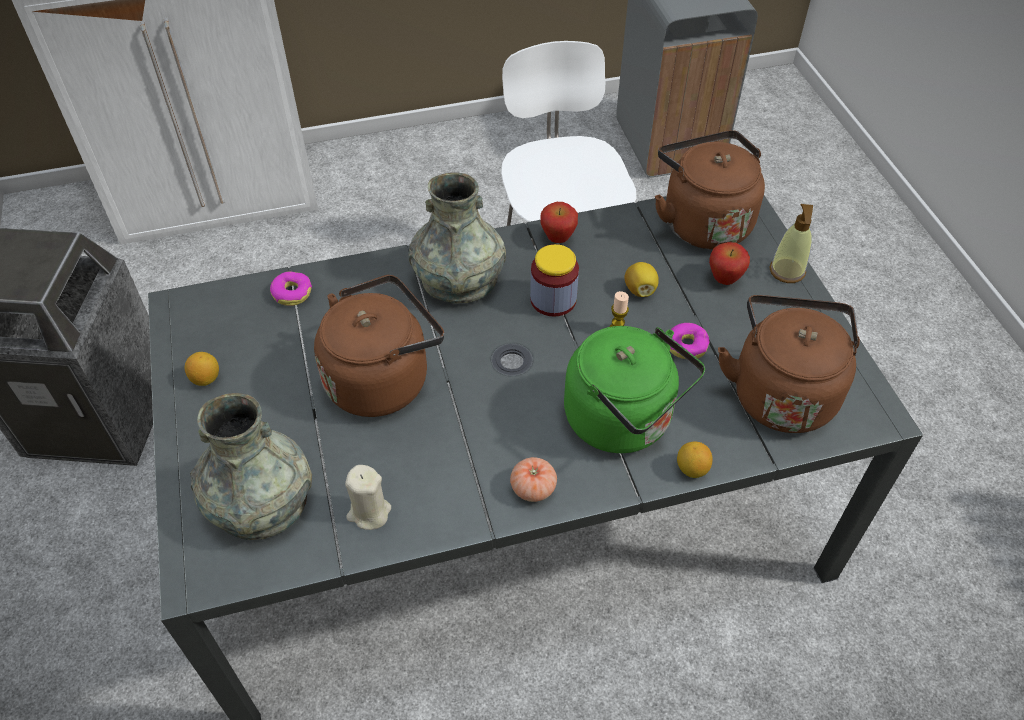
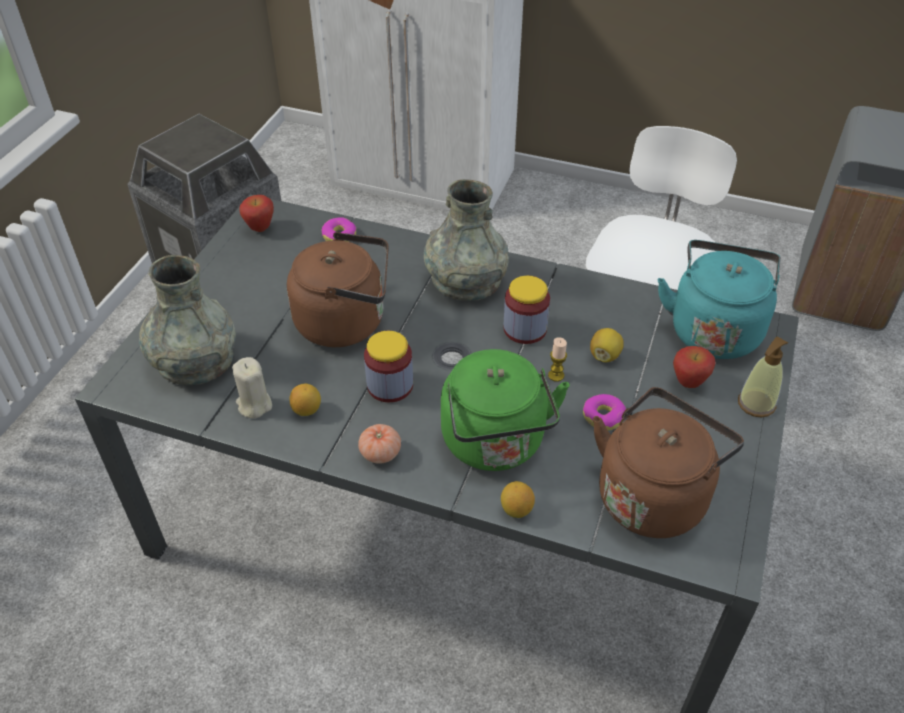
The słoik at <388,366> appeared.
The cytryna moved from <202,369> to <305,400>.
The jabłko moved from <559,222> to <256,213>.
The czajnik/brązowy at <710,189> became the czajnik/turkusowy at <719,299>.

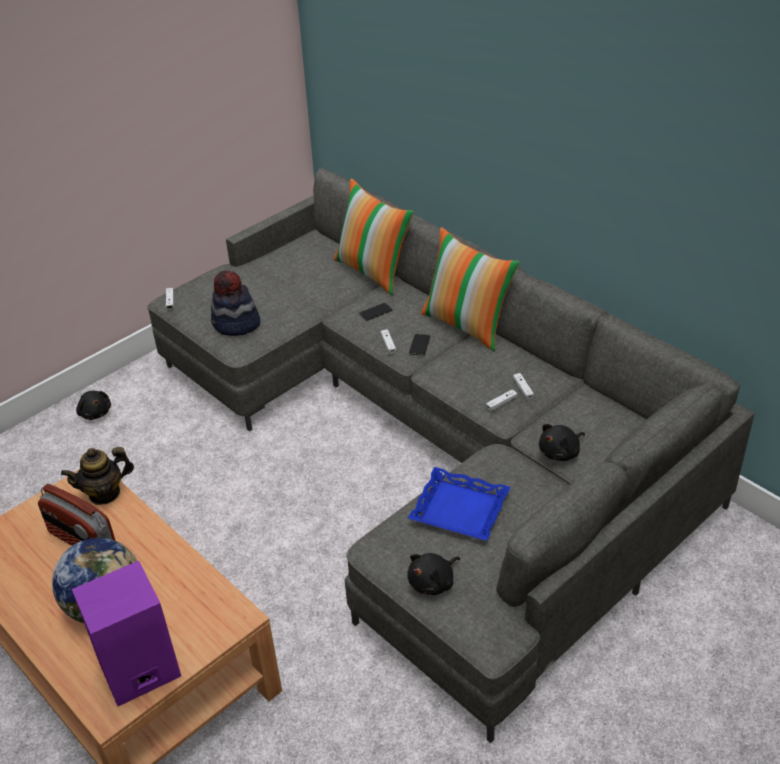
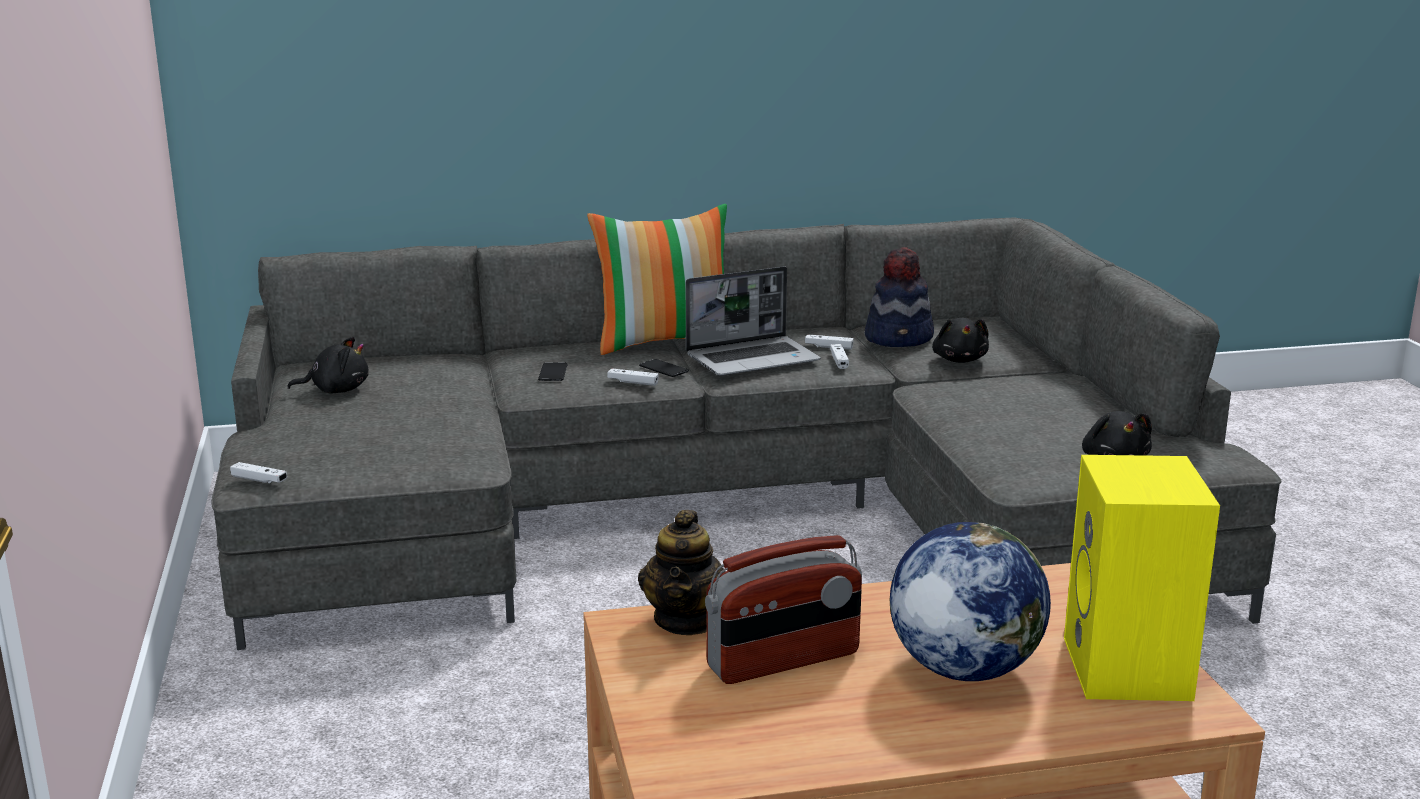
The poduszka at <374,236> disappeared.
The taca/niebieski at <458,504> disappeared.
The laptop at <753,321> appeared.
The pluszak/czarny moved from <93,405> to <328,365>.
The kapelusz moved from <235,303> to <899,297>.
The głośnik/fioletowy at <126,634> became the głośnik/żółty at <1142,578>.

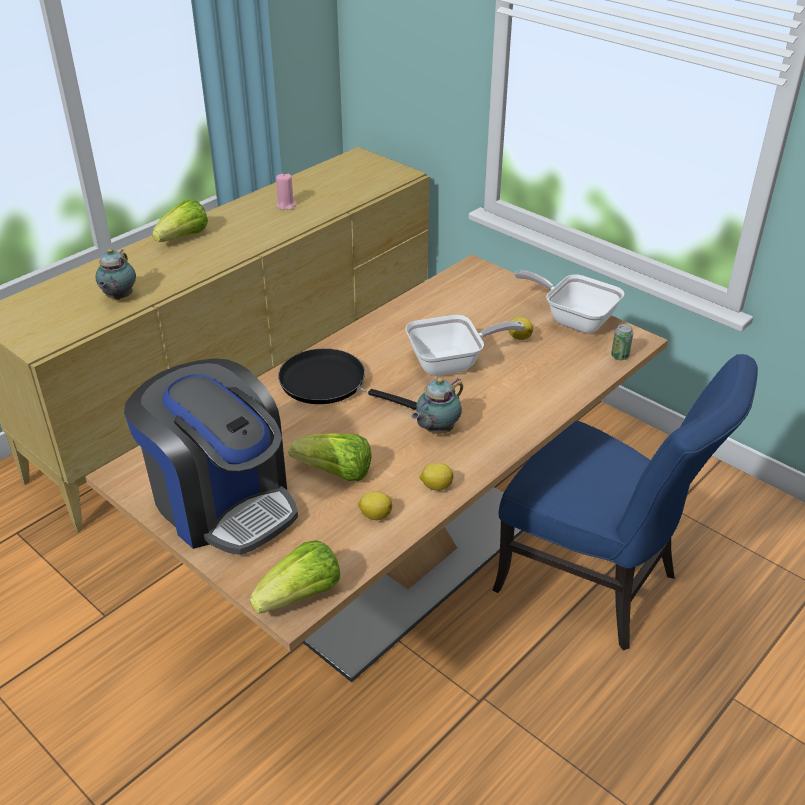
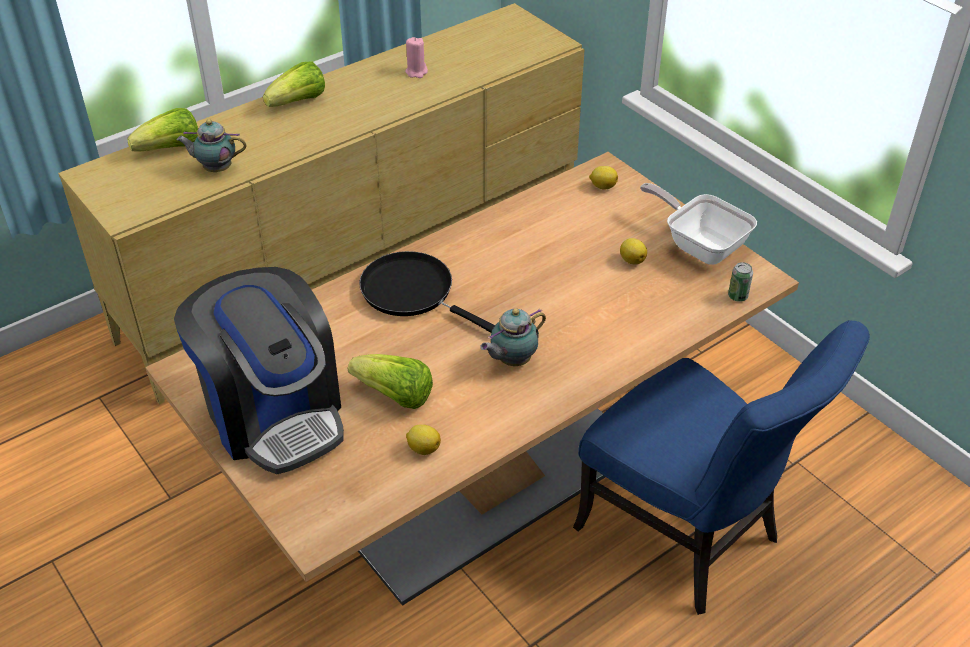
The patelnia at <465,345> disappeared.
The sałata moved from <295,577> to <162,130>.
The cytryna moved from <436,477> to <603,178>.
The imbryk at <115,274> turned 75 degrees clockwise.

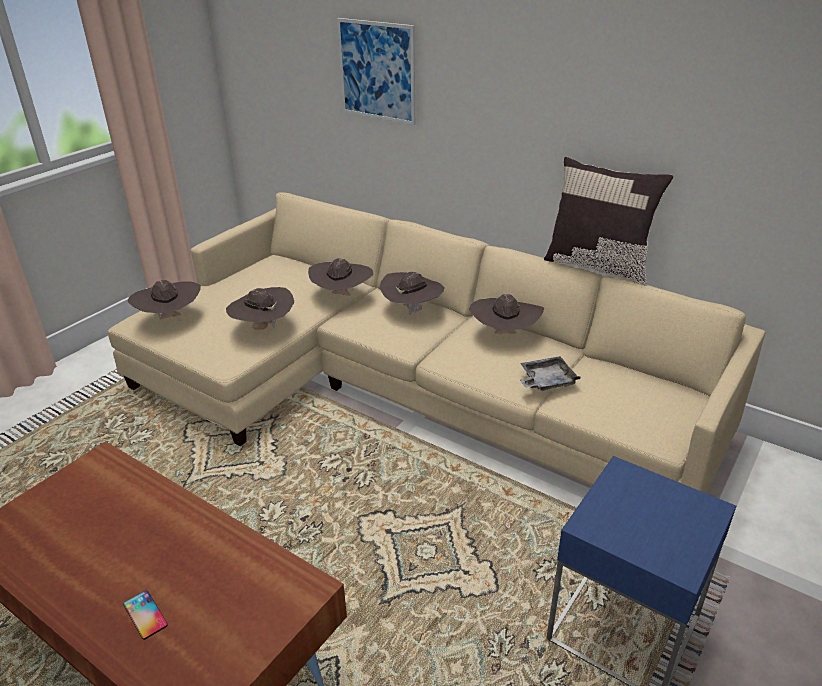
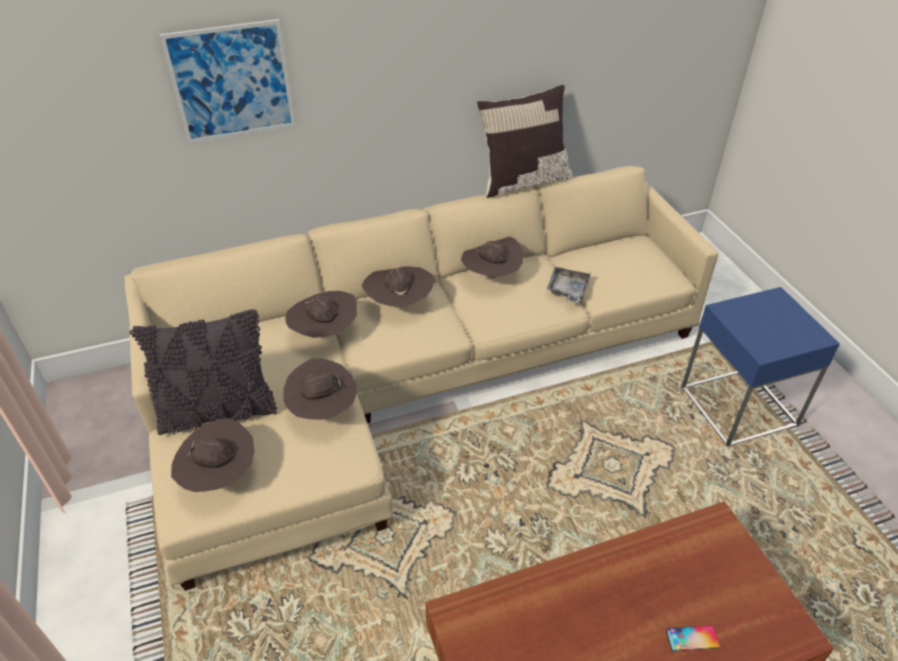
The poduszka/czarny at <203,372> appeared.

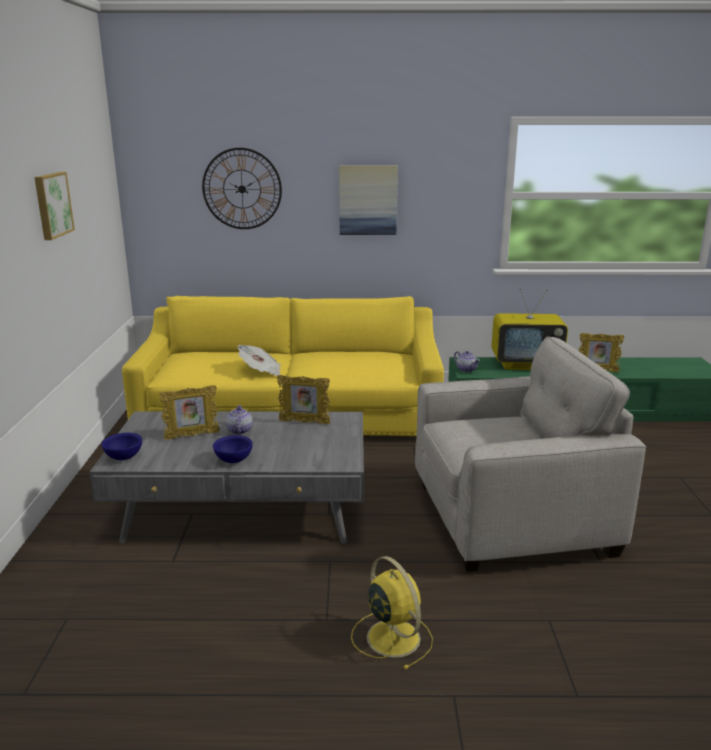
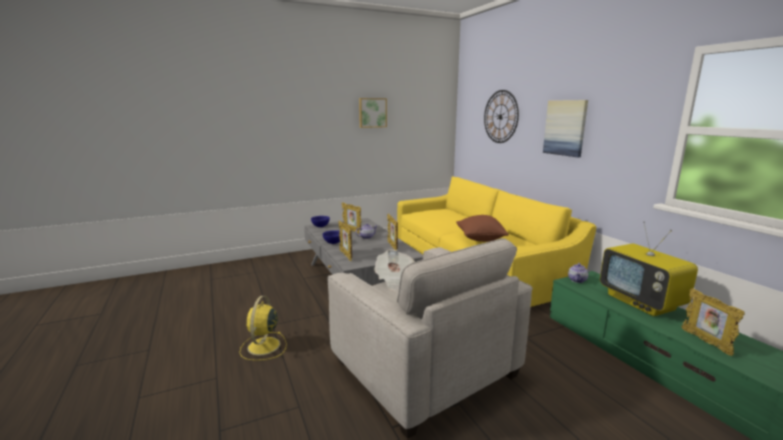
The ramka na zdjęcie at <345,240> appeared.
The poduszka/brązowy at <482,228> appeared.
The gazeta moved from <259,360> to <394,270>.
The wentylator/żółty at <392,612> turned 150 degrees clockwise.

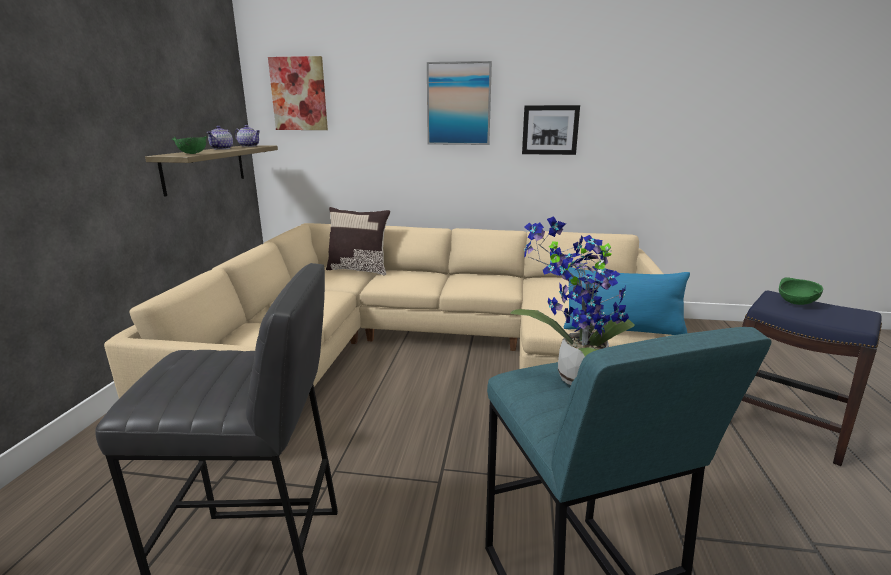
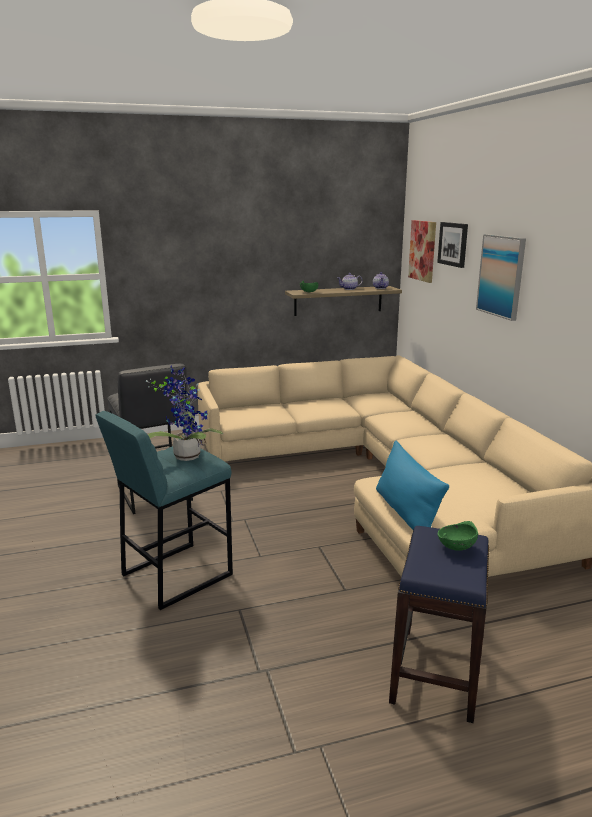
The poduszka at <358,241> disappeared.
The obraz moved from <551,130> to <452,245>.

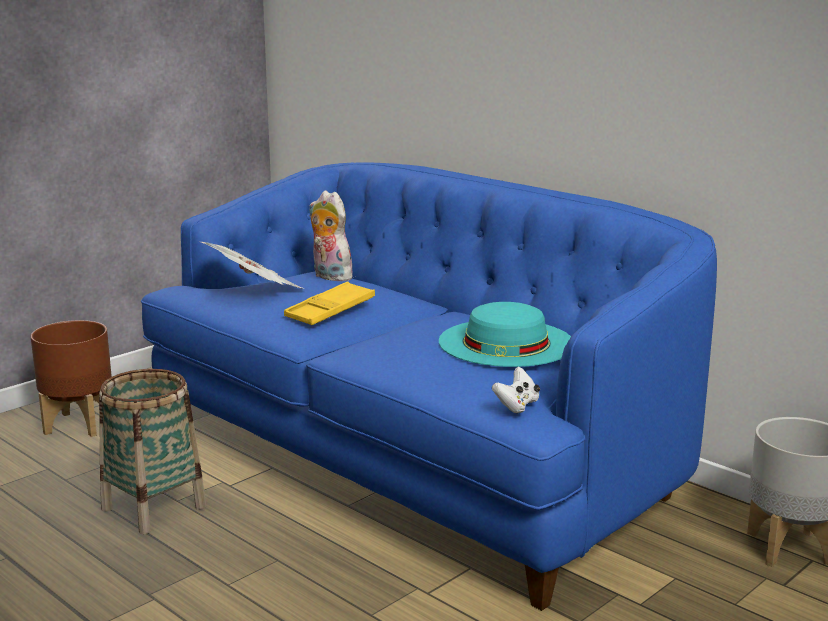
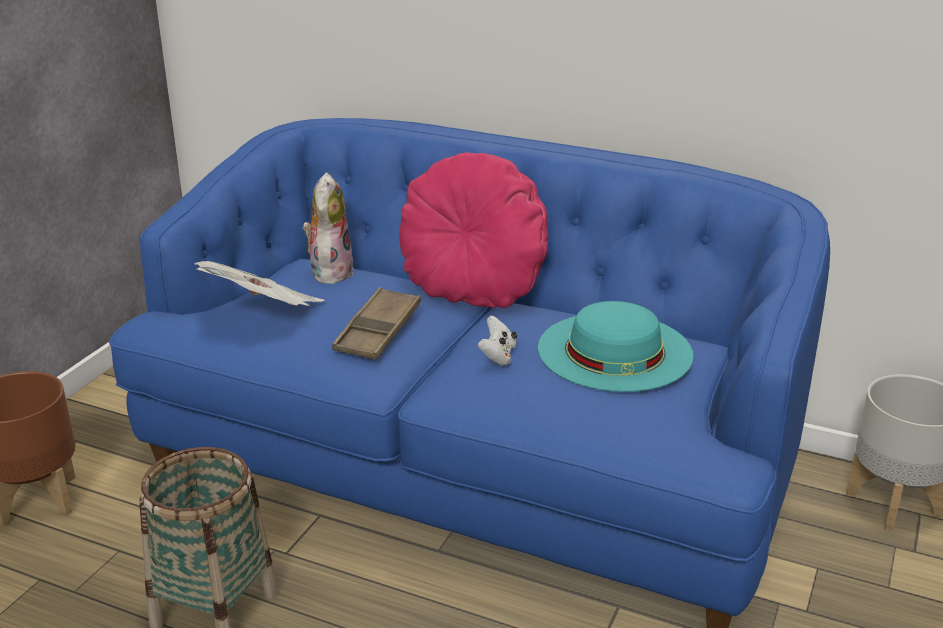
The poduszka/różowy at <473,230> appeared.
The pad do gier/biały moved from <516,390> to <497,341>.
The taca/żółty at <329,303> became the taca/brązowy at <376,323>.
The pluszak at <331,236> turned 75 degrees clockwise.

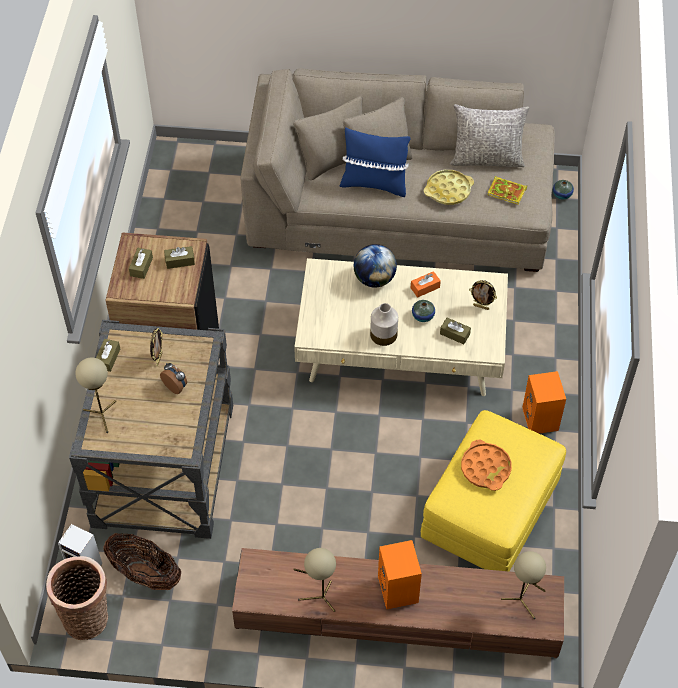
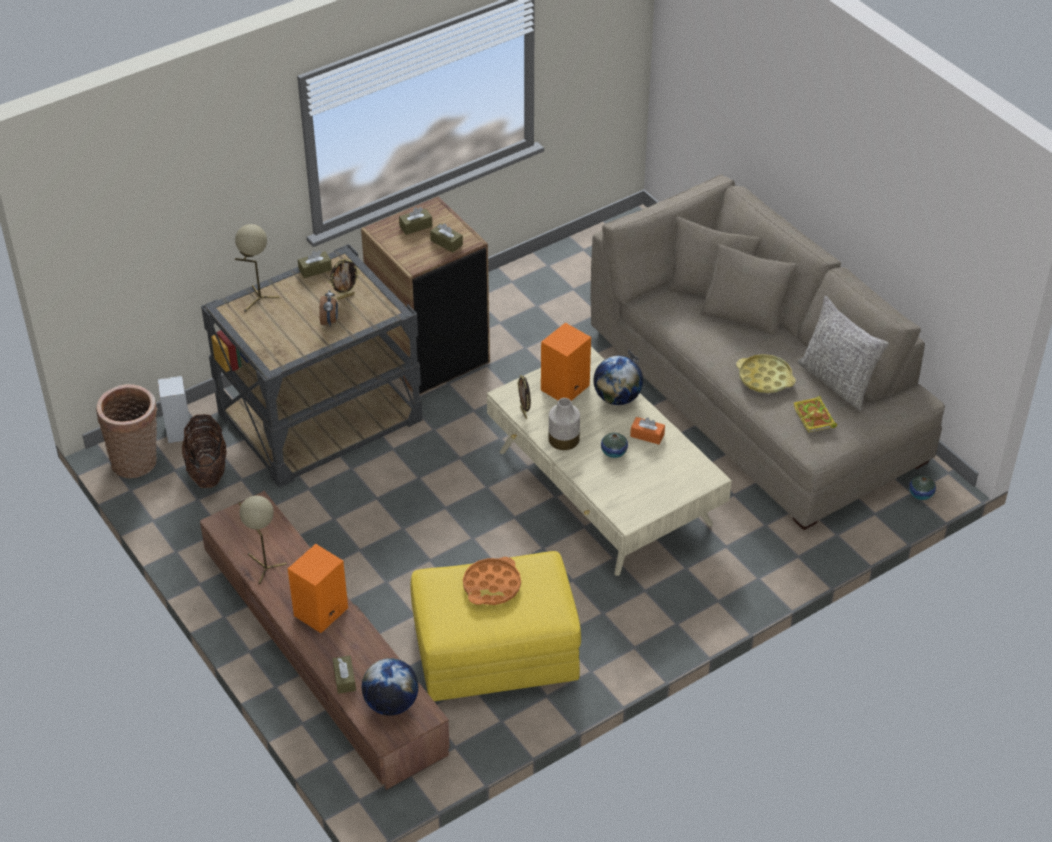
The poduszka/niebieski at <375,162> disappeared.
The pudełko chusteczek/brązowy moved from <455,331> to <344,675>.
The ramka na zdjęcie moved from <483,295> to <524,397>.
The głośnik/pomarańczowy moved from <544,402> to <566,362>.
The lampa stołowa/beżowy at <523,585> was replaced by the globus at <390,687>.

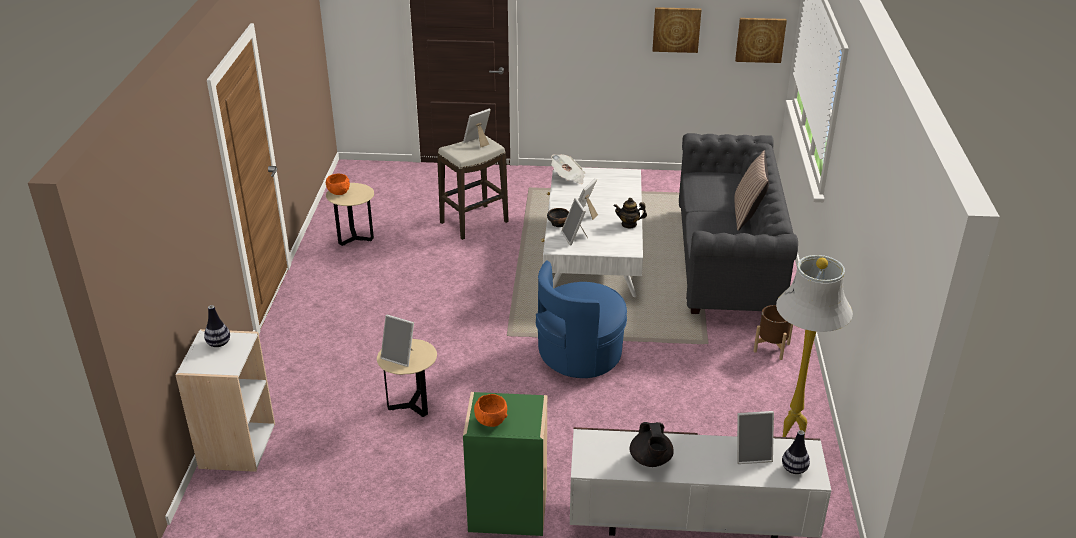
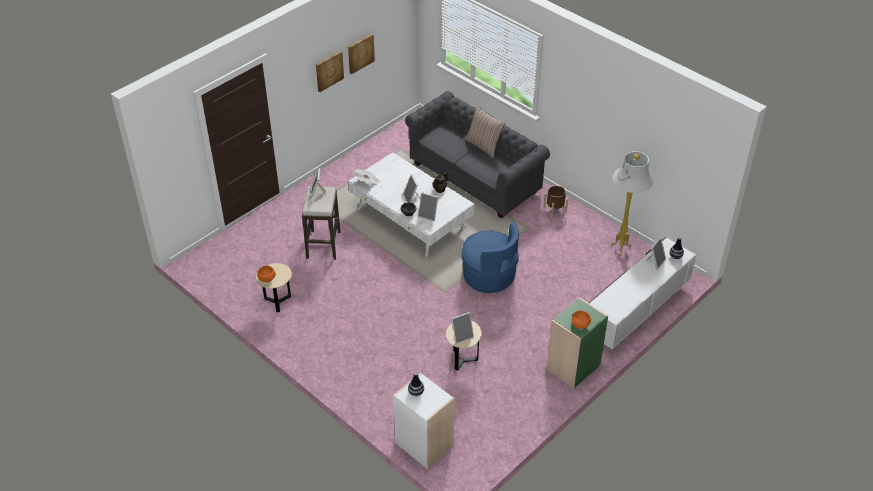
The imbryk/czarny at <652,444> disappeared.
The obraz moved from <761,40> to <330,71>.
The fotel/niebieski at <581,319> turned 60 degrees counterclockwise.

